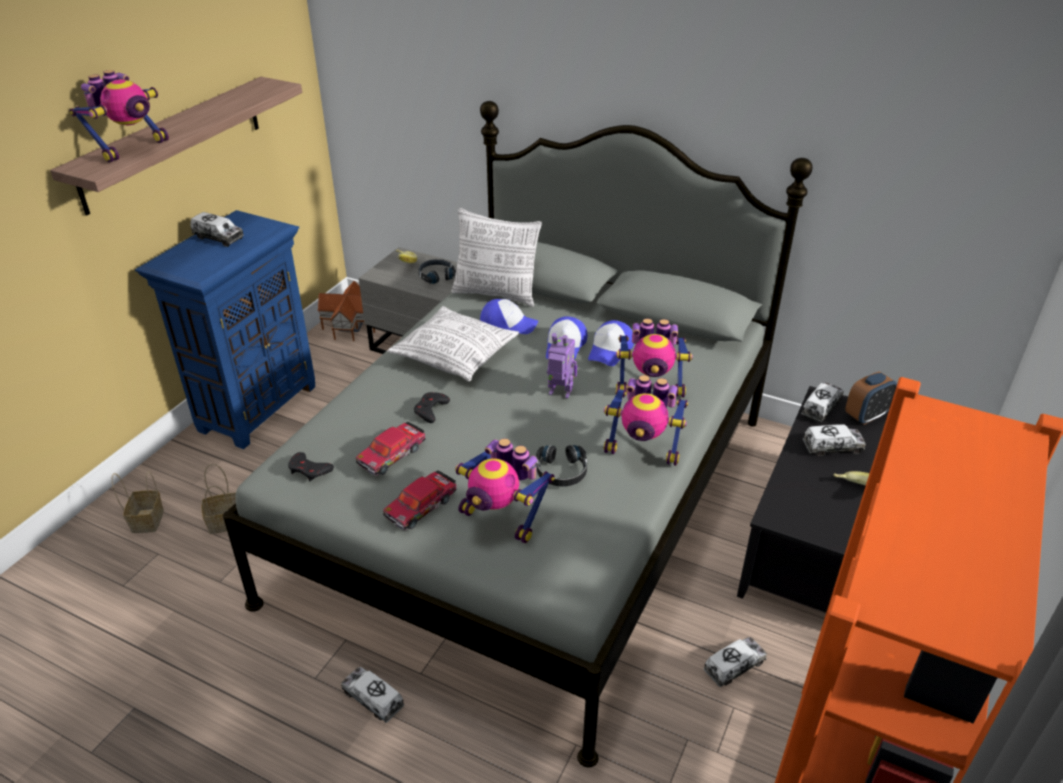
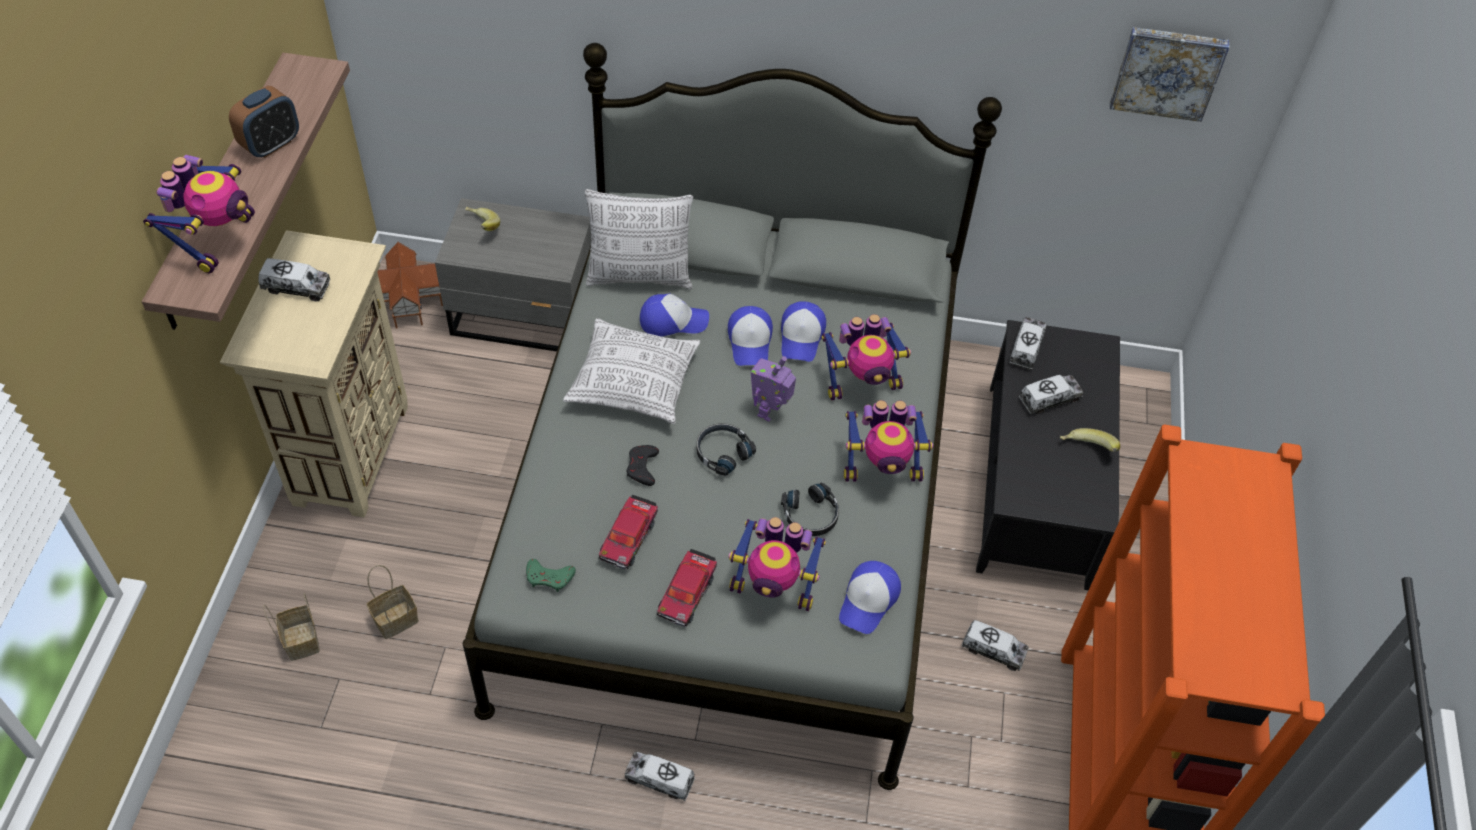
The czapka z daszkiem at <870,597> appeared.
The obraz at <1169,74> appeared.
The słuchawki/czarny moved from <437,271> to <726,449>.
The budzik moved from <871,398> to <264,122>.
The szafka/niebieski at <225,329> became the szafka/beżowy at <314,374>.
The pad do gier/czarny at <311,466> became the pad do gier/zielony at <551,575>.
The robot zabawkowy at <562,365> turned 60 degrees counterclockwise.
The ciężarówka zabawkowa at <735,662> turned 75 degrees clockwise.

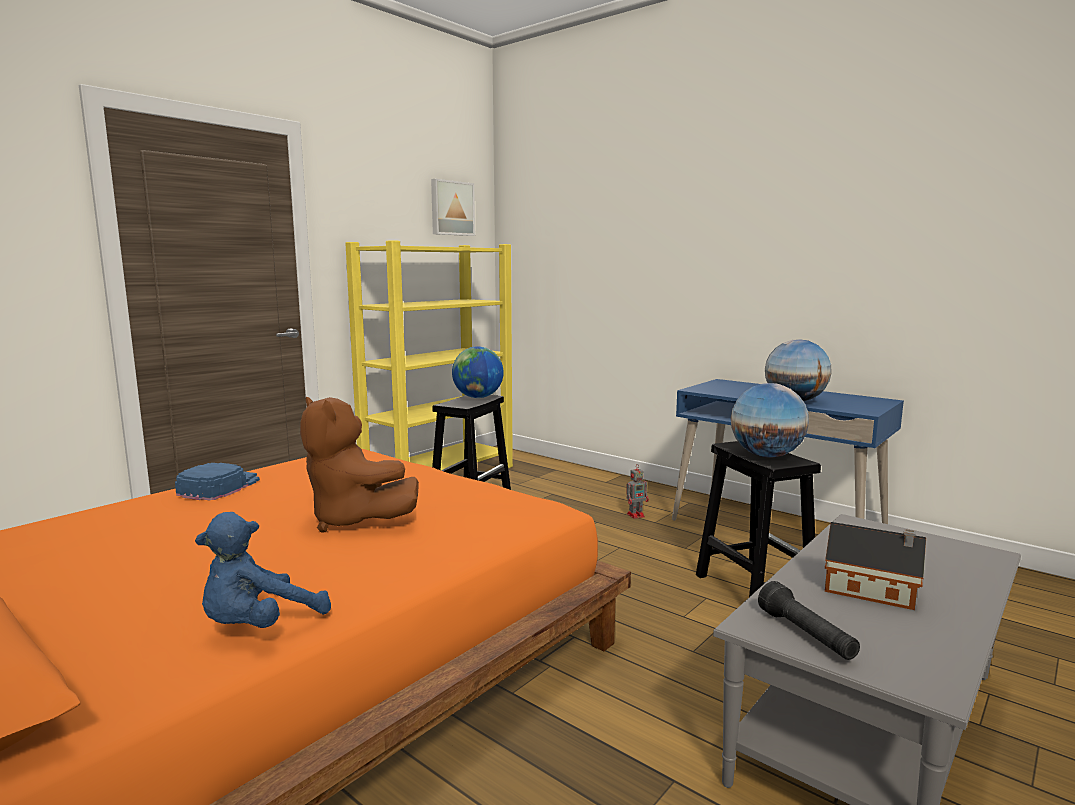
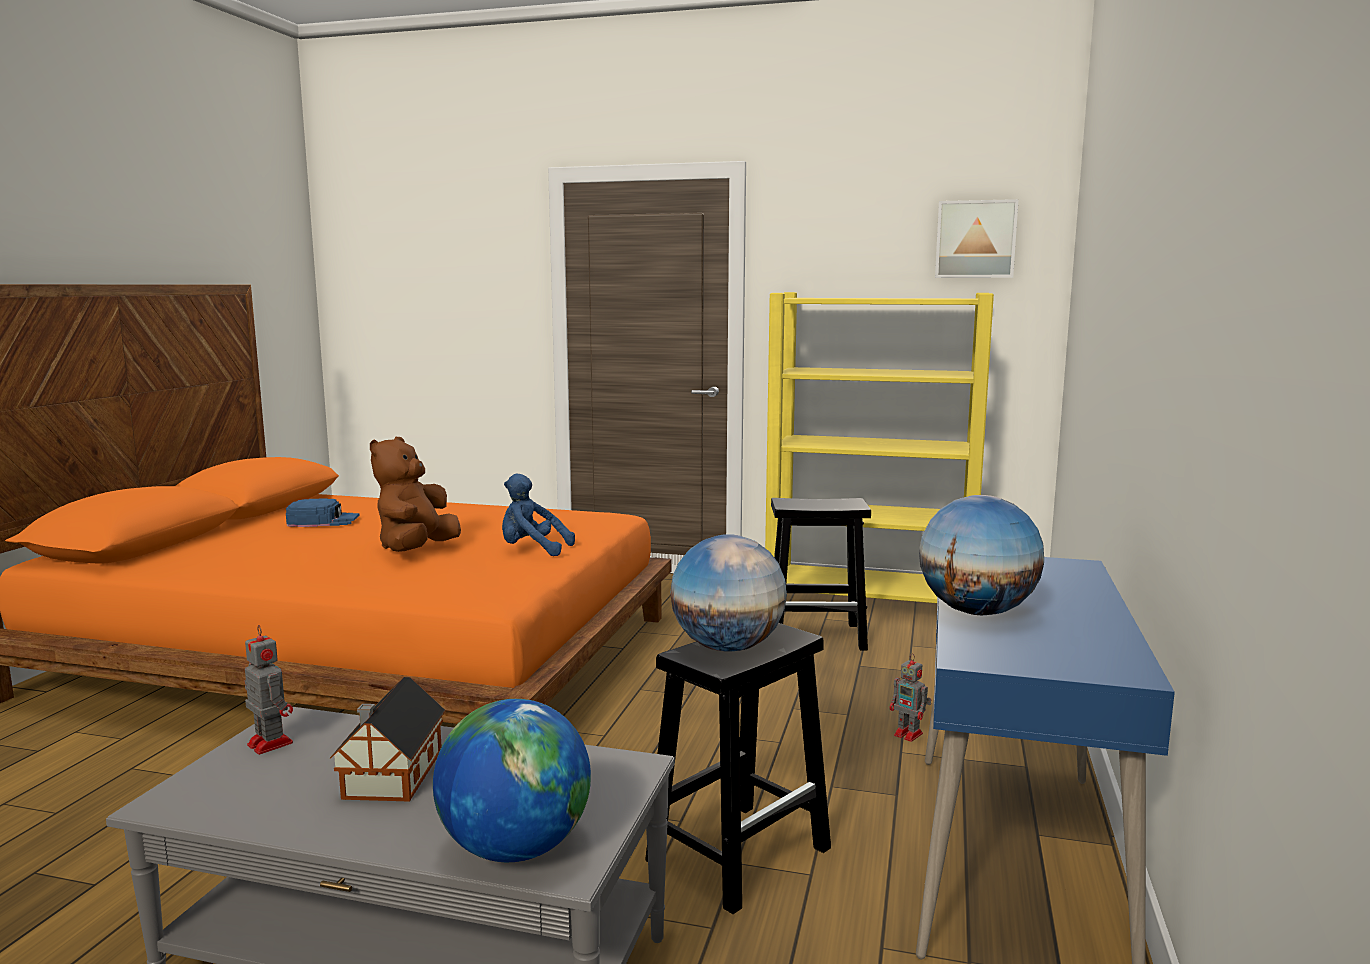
The czapka z daszkiem/niebieski moved from <217,482> to <322,512>.
The pluszak/niebieski moved from <263,570> to <538,514>.
The globus moved from <478,372> to <512,780>.
The latarka/czarny at <809,620> was replaced by the robot zabawkowy at <268,690>.

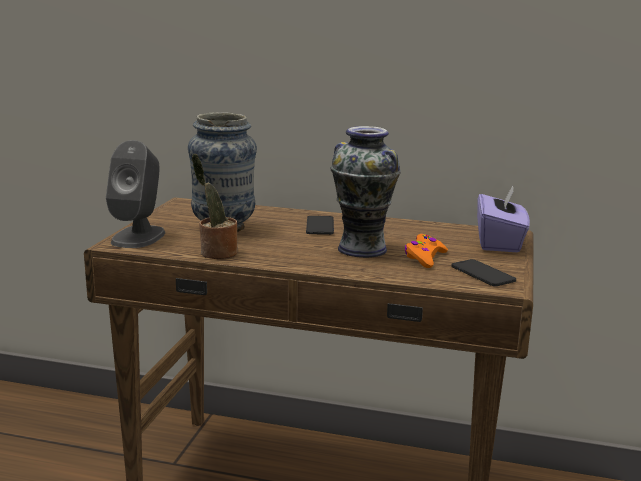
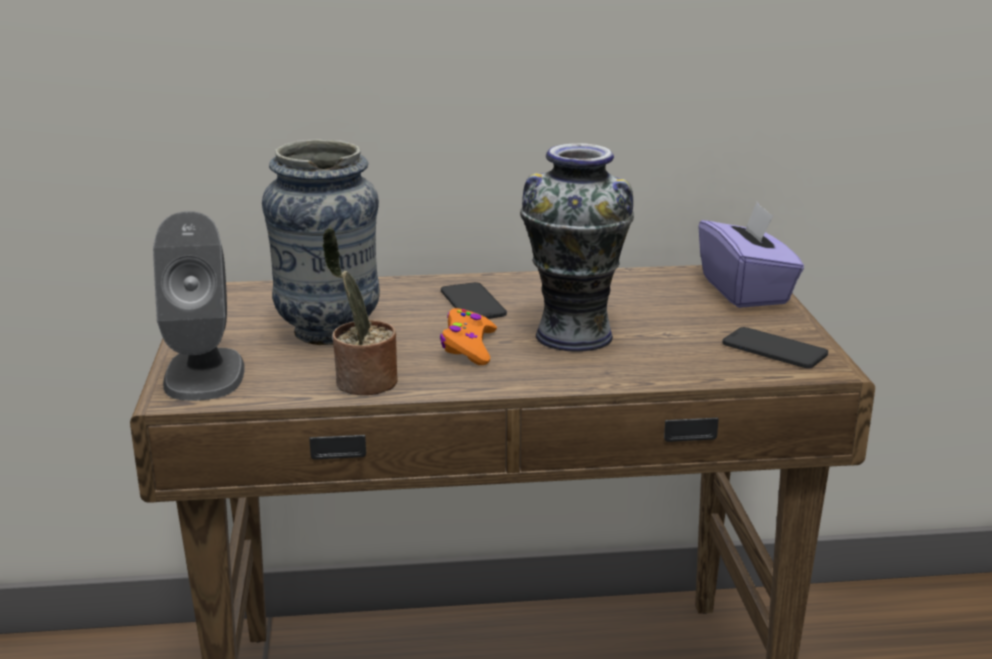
The pad do gier/pomarańczowy moved from <426,251> to <468,336>.

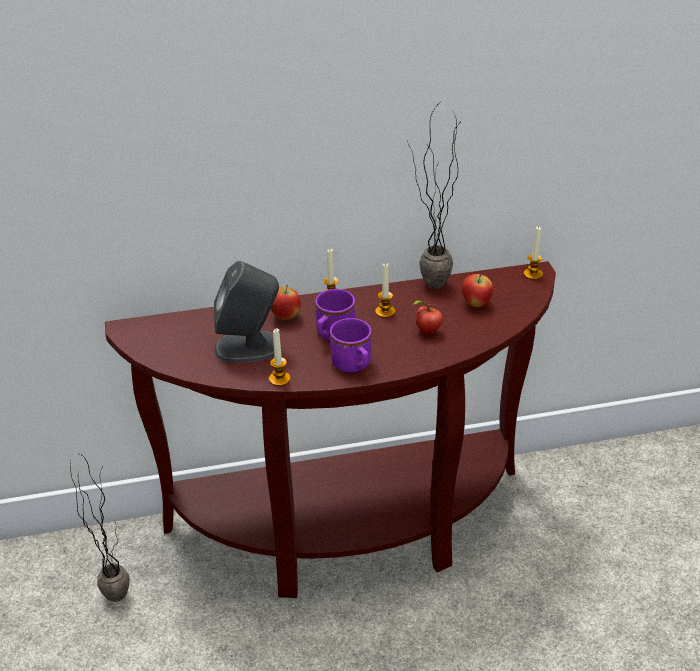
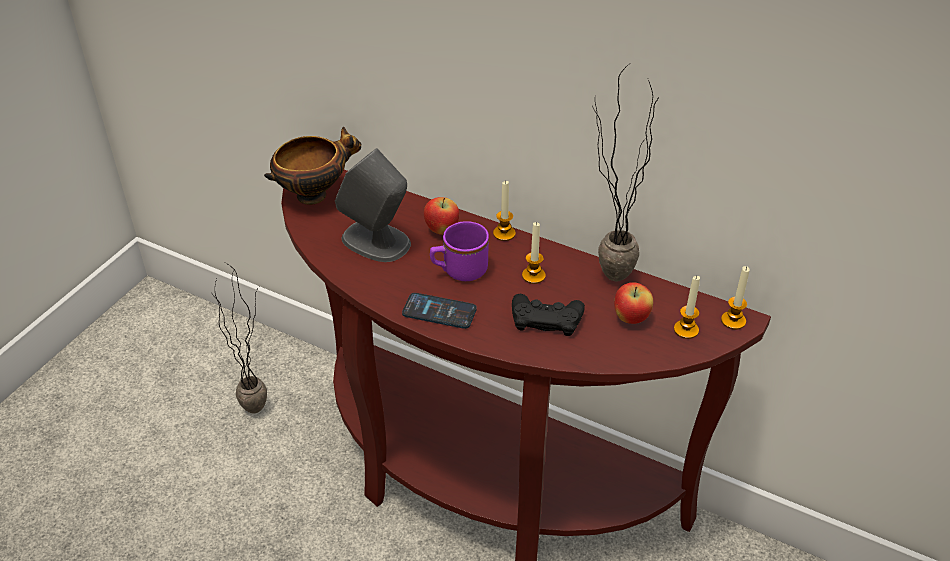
The miska at <313,166> appeared.
The świeca moved from <280,357> to <687,307>.
The kubek/fioletowy at <351,345> was replaced by the telefon at <439,311>.
The jabłko at <428,318> was replaced by the pad do gier/czarny at <548,315>.

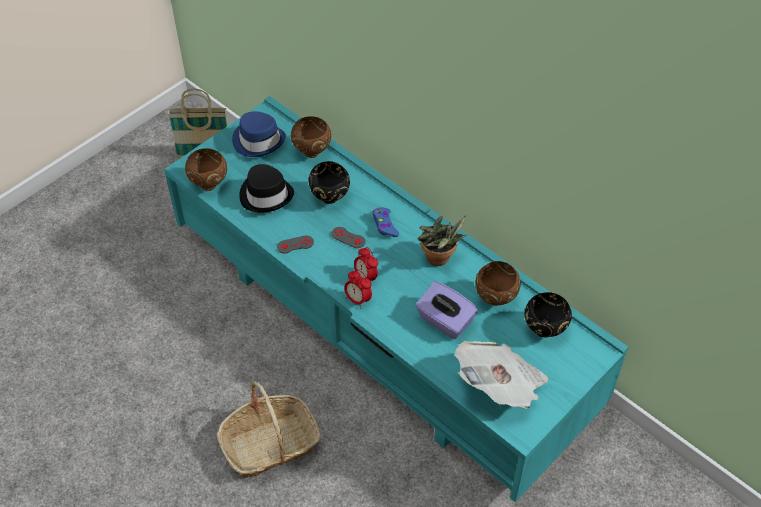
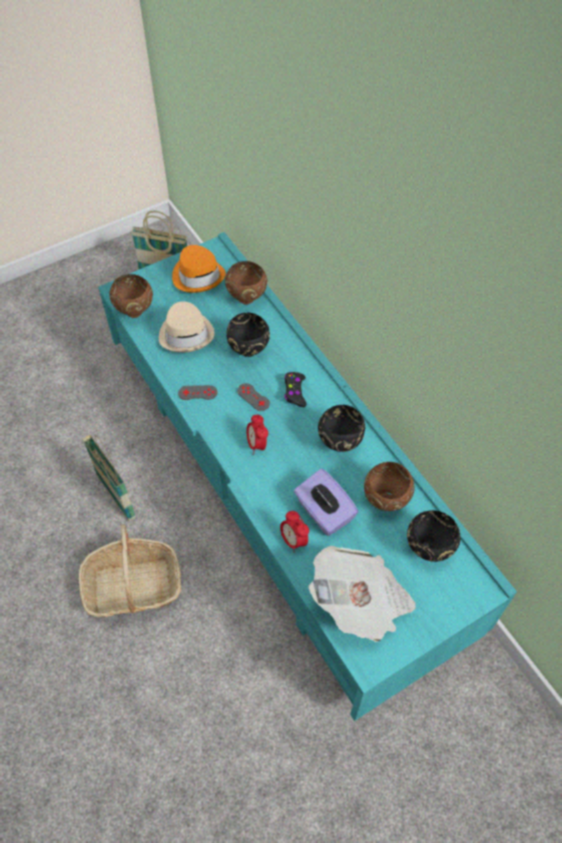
The koszyk at <109,477> appeared.
The budzik moved from <358,289> to <294,532>.
The roślina doniczkowa at <442,240> was replaced by the miska/czarny at <341,428>.
The kapelusz/niebieski at <259,134> became the kapelusz/pomarańczowy at <199,269>.
The kapelusz/czarny at <266,188> became the kapelusz/beżowy at <187,327>.
The pad do gier/niebieski at <385,222> became the pad do gier/czarny at <295,389>.

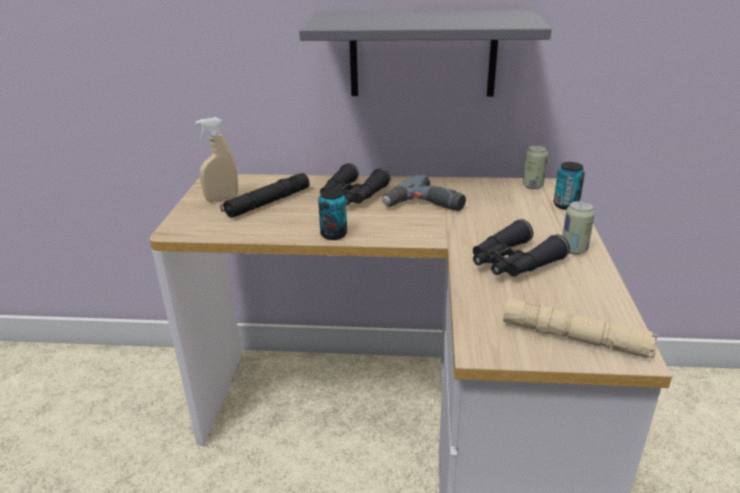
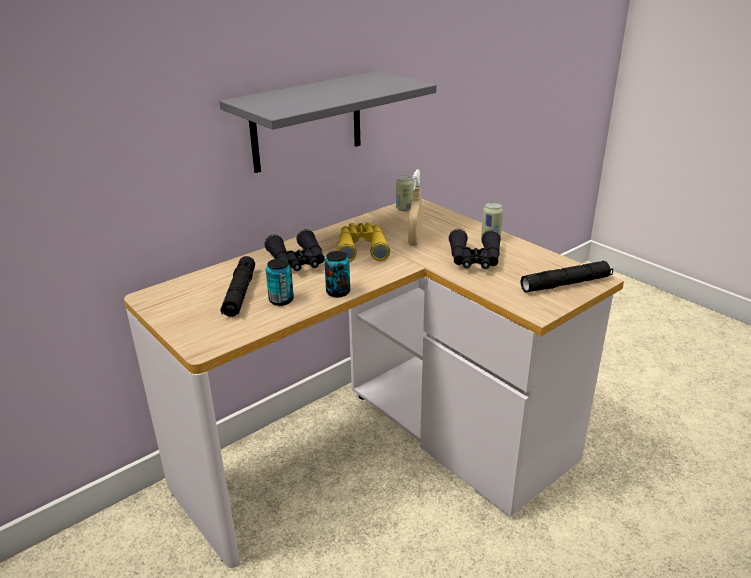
The spryskiwacz/beżowy moved from <216,159> to <415,208>.
The puszka moved from <569,186> to <280,282>.
The wiertarka at <424,192> was replaced by the lornetka/żółty at <363,242>.
The latarka/beżowy at <580,328> became the latarka/czarny at <567,277>.

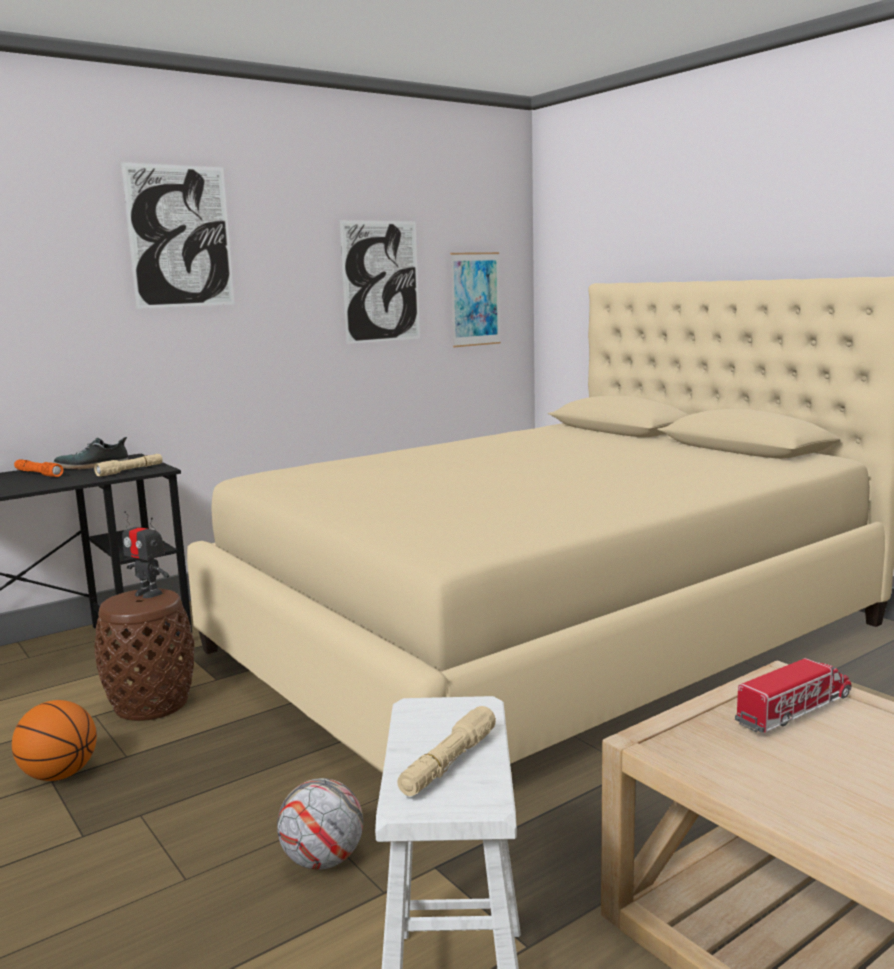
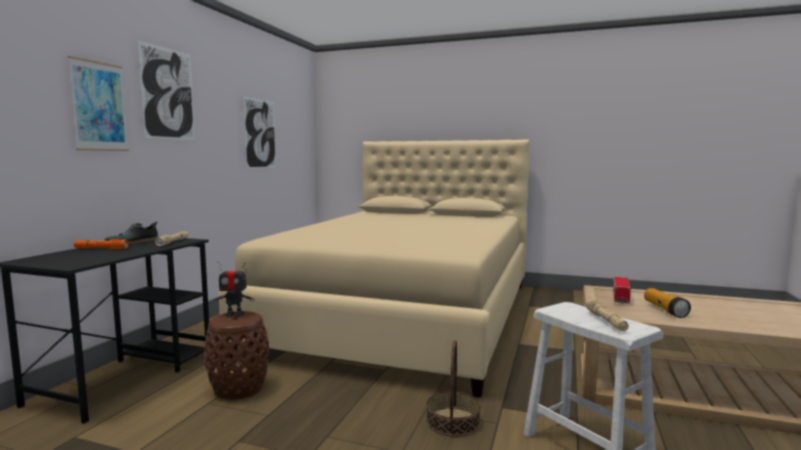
The piłka do koszykówki at <54,740> disappeared.
The latarka at <667,303> appeared.
The obraz moved from <475,299> to <98,103>.
The piłka futbolowa at <320,824> was replaced by the koszyk at <453,388>.

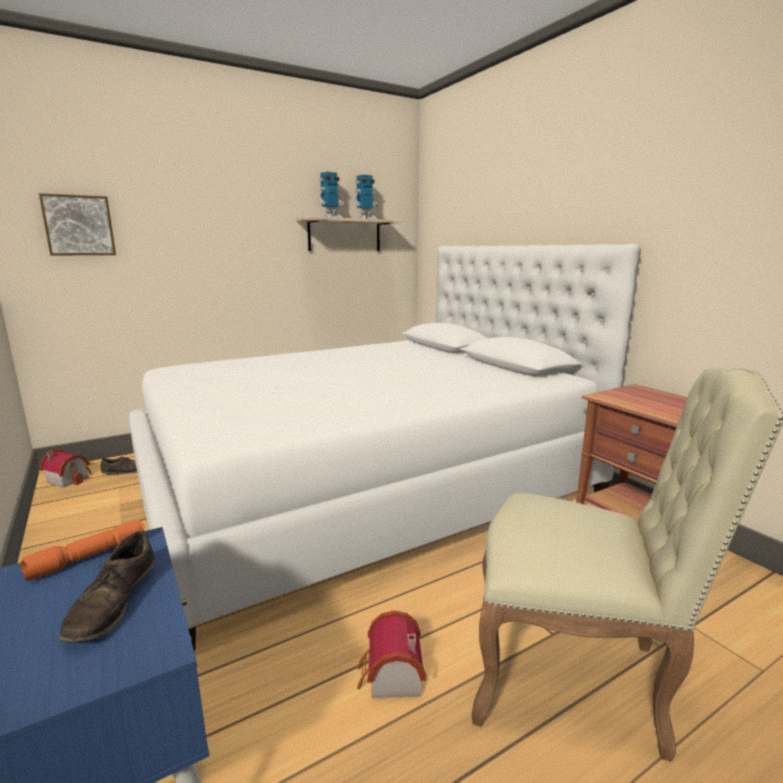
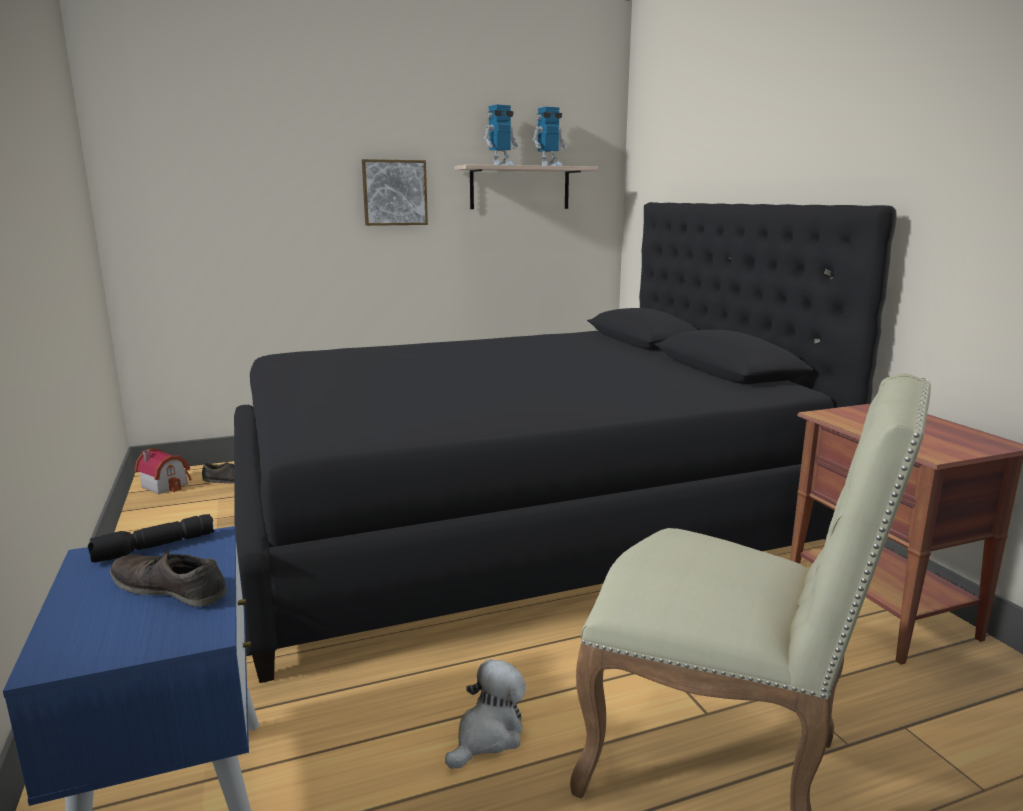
The obraz moved from <77,224> to <395,192>.
The domek at <391,654> was replaced by the pluszak at <485,714>.
The latarka/pomarańczowy at <82,550> became the latarka/czarny at <151,538>.
The łóżko/biały at <385,447> became the łóżko/czarny at <565,442>.
The but/brązowy at <106,587> turned 105 degrees clockwise.

